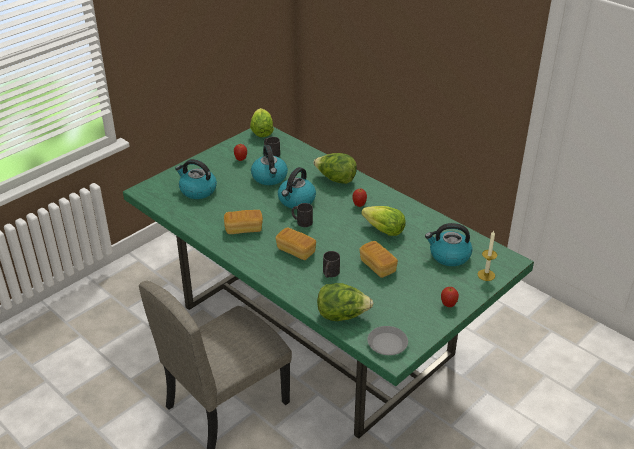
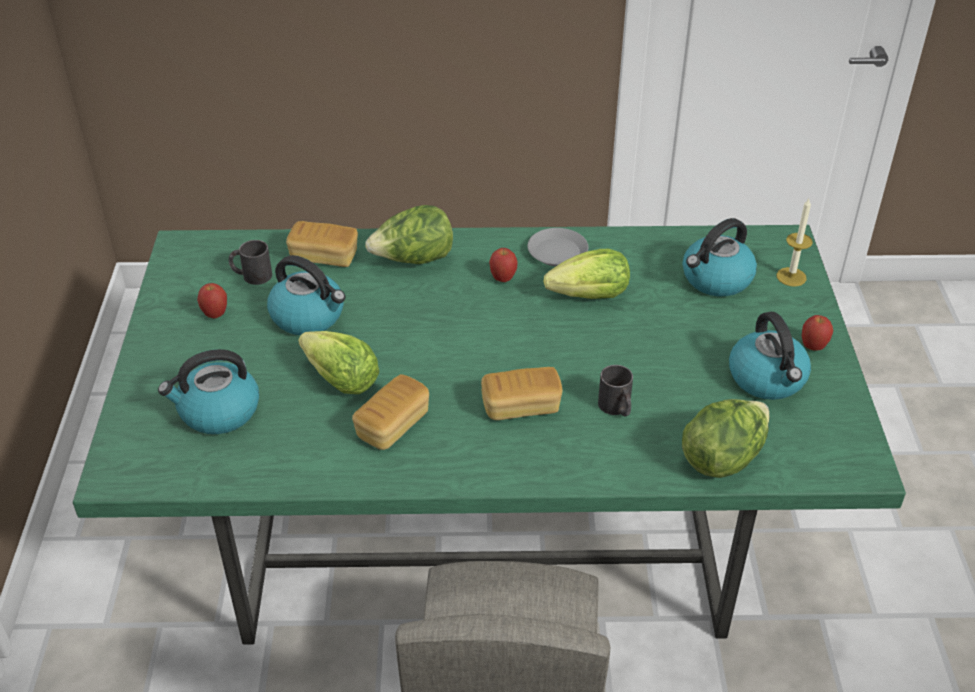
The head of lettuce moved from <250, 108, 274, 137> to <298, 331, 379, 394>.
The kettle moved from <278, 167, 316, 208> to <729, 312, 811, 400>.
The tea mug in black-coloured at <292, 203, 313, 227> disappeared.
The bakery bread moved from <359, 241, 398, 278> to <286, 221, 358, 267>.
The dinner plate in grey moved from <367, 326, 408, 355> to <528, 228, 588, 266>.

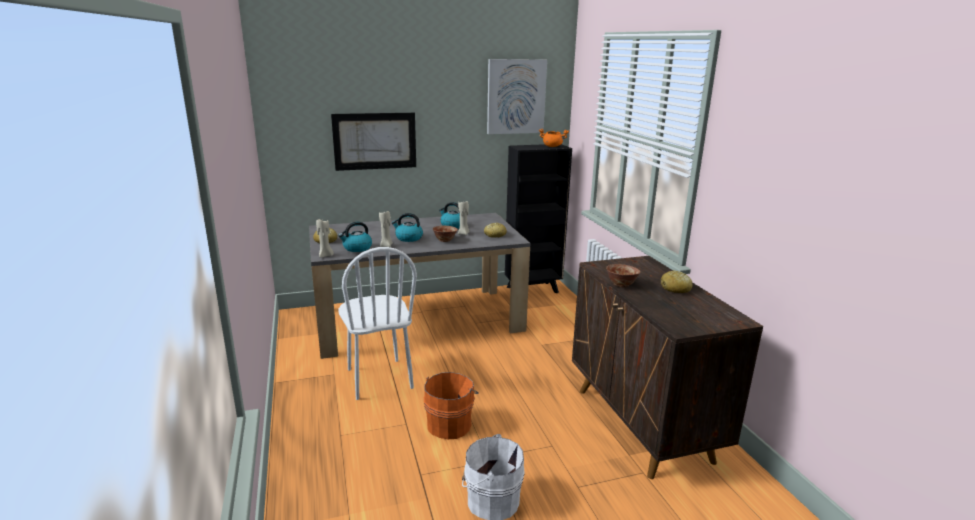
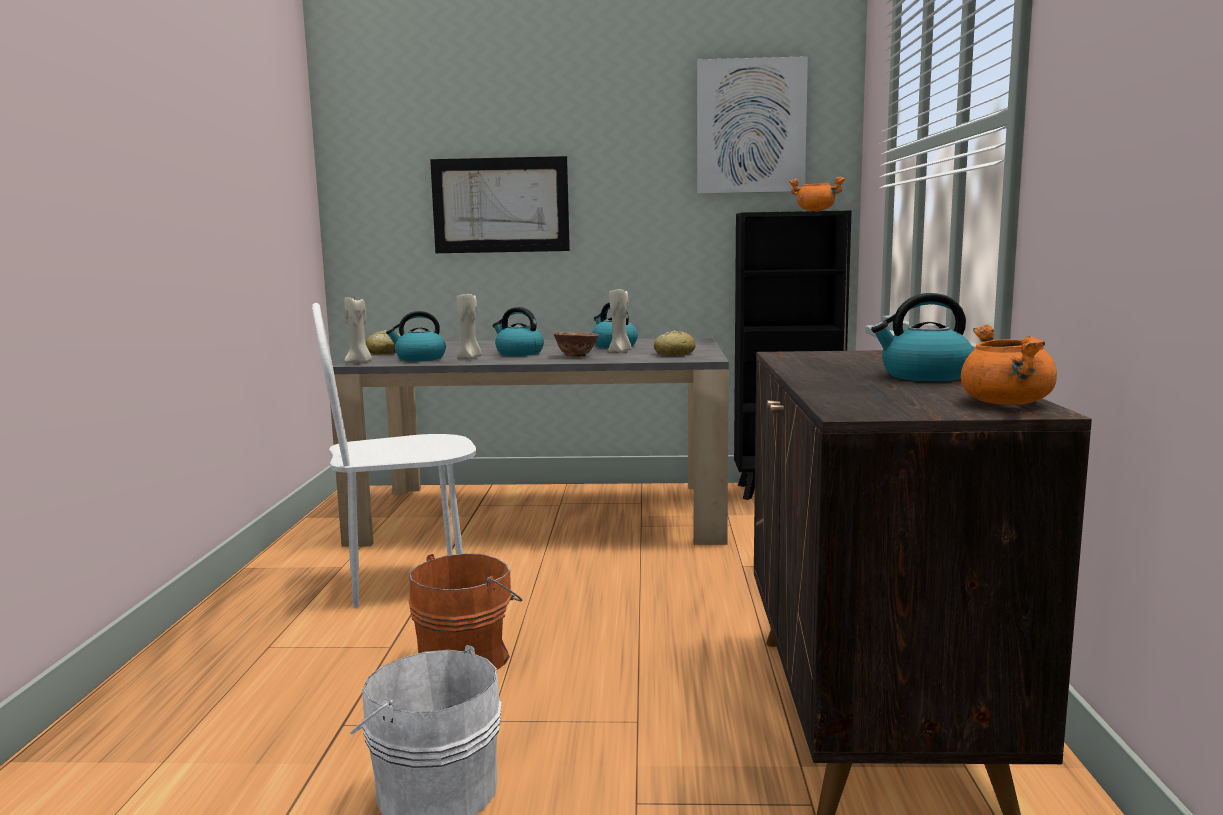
The upright chair in whitish at <338, 247, 417, 400> turned 75 degrees clockwise.
The bowl at <606, 264, 641, 287> disappeared.
The bakery bread at <661, 270, 693, 293> was replaced by the kettle at <871, 293, 973, 381>.
The cooking pot in orange at <961, 325, 1057, 405> appeared.

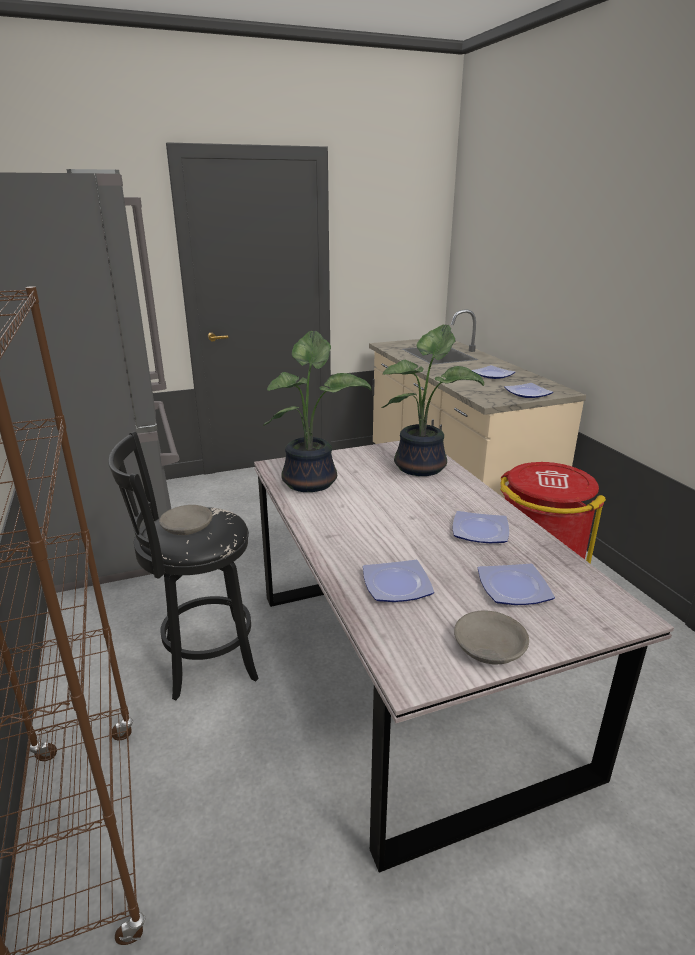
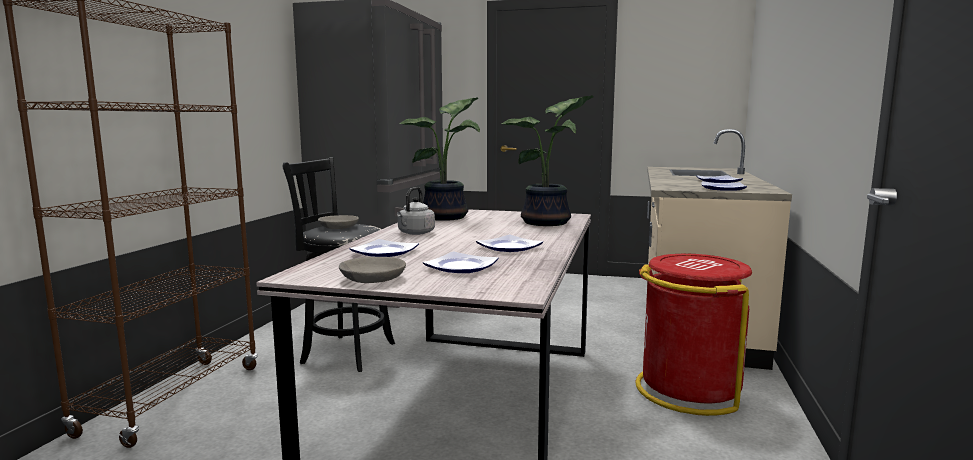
The kettle in grey at <397, 187, 435, 235> appeared.

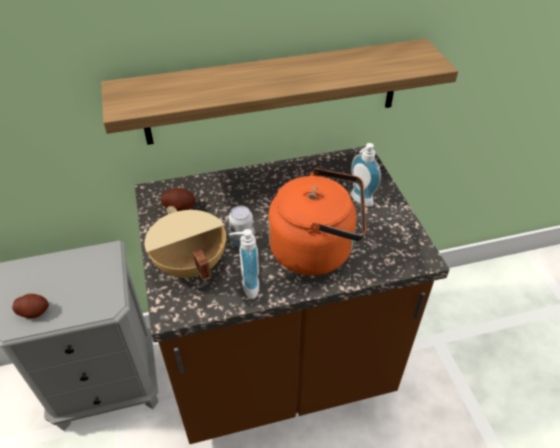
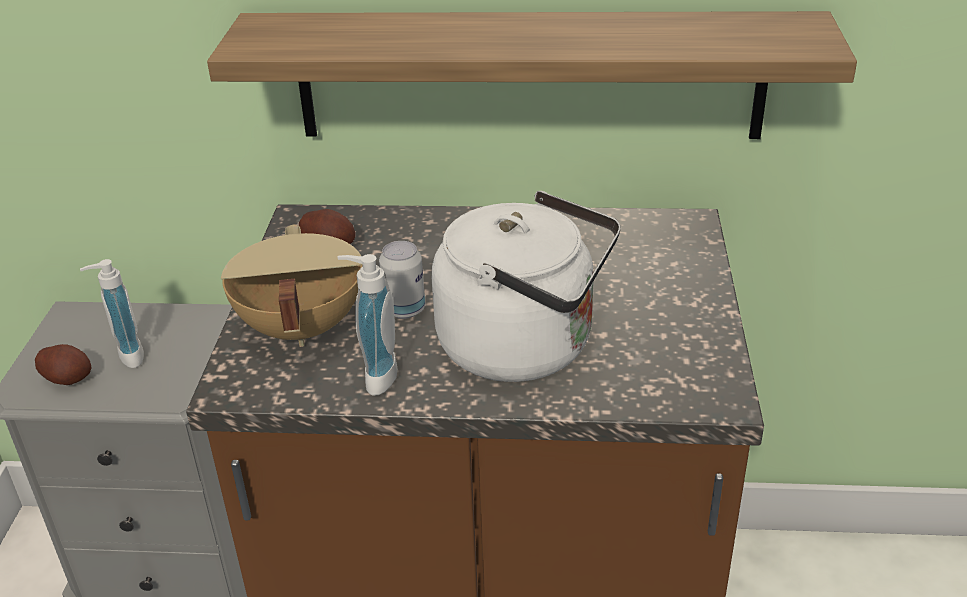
The kettle in orange at <268, 168, 366, 276> became the kettle in whitish at <432, 191, 621, 382>.
The soap bottle moved from <350, 143, 381, 207> to <80, 259, 144, 368>.

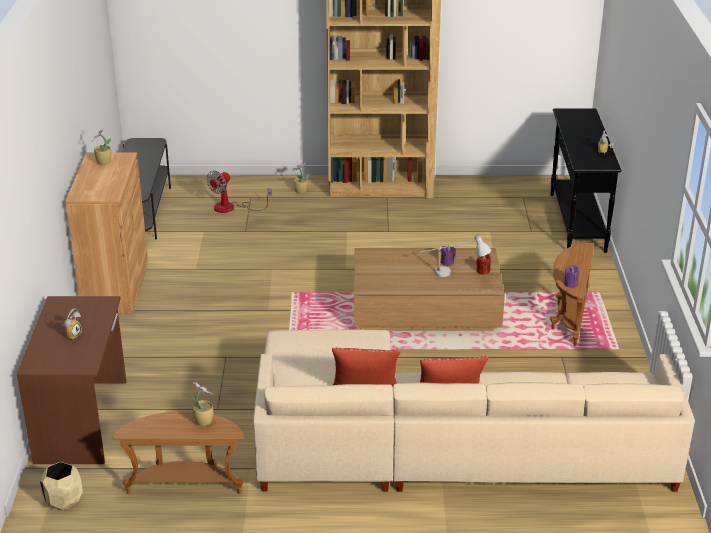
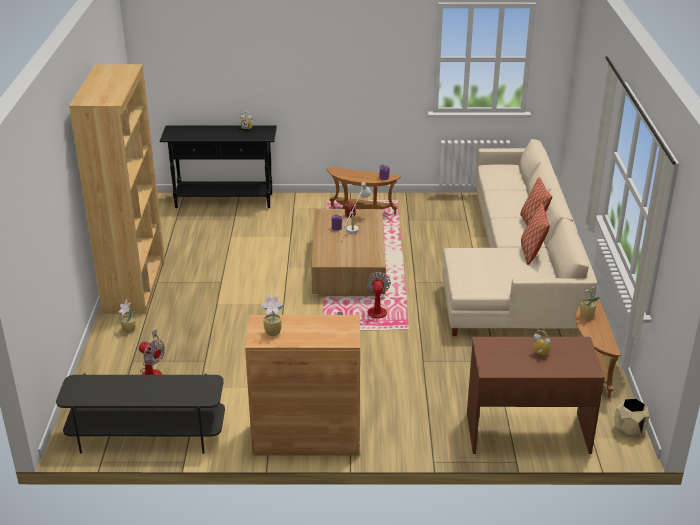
The fan at <338, 272, 391, 325> appeared.

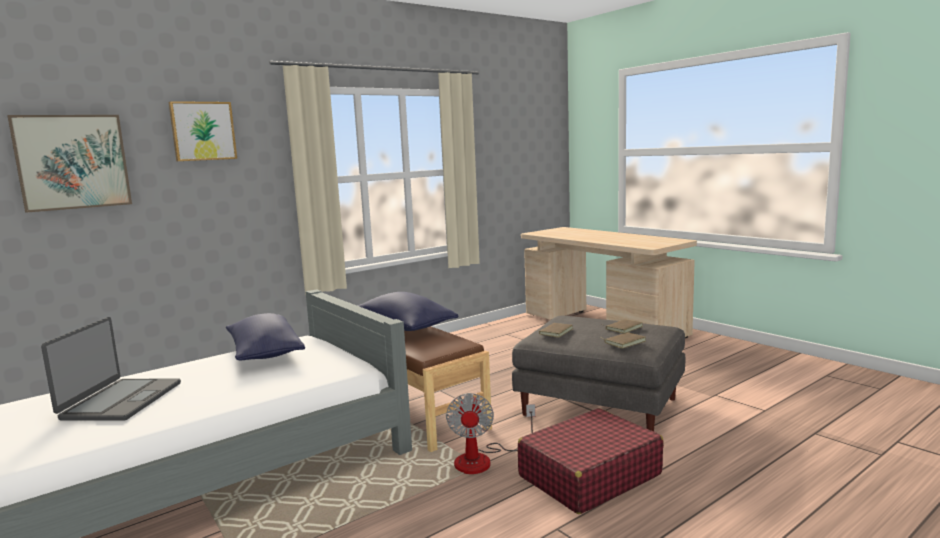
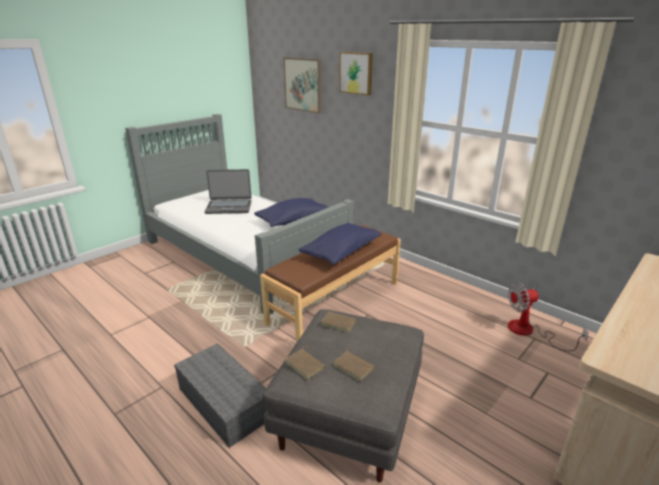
The fan moved from <446, 393, 535, 474> to <508, 282, 589, 351>.
The travel case in red at <518, 408, 664, 514> was replaced by the storage container in grey at <174, 343, 266, 448>.

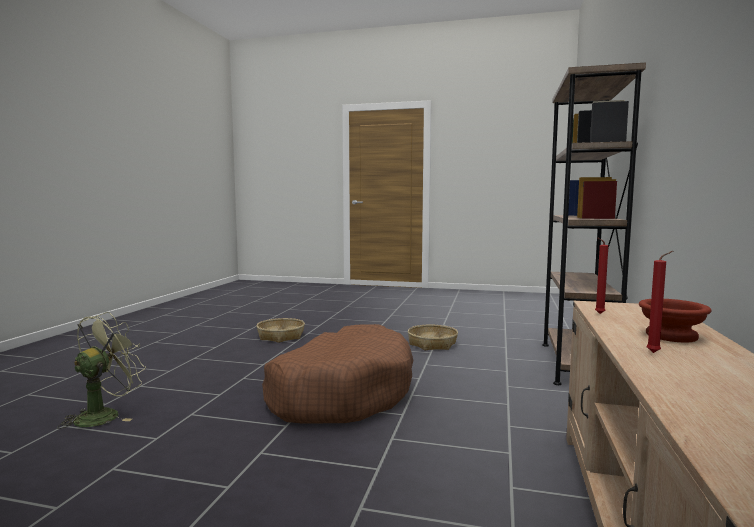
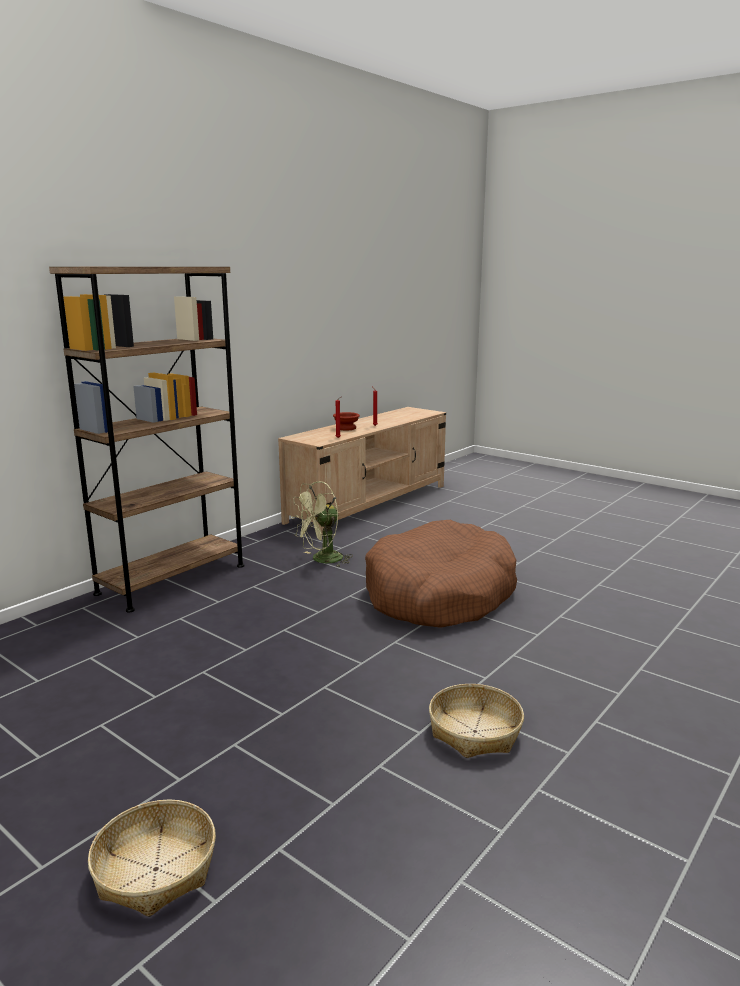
The fan in green moved from <57, 312, 146, 429> to <291, 481, 353, 567>.
The storage basket moved from <408, 325, 458, 350> to <88, 800, 216, 917>.

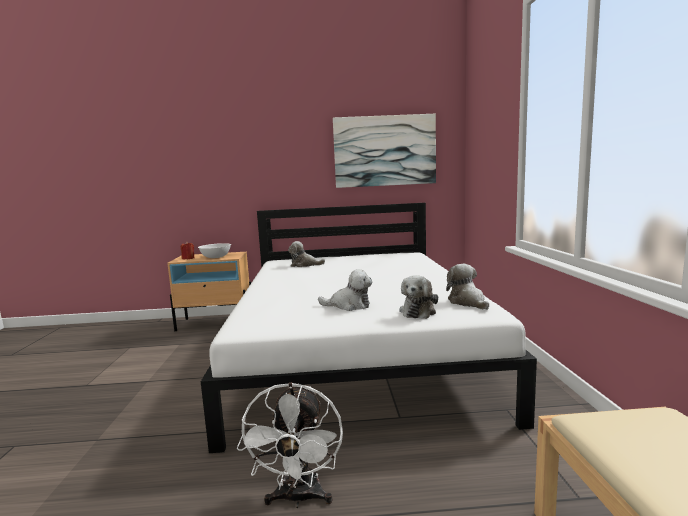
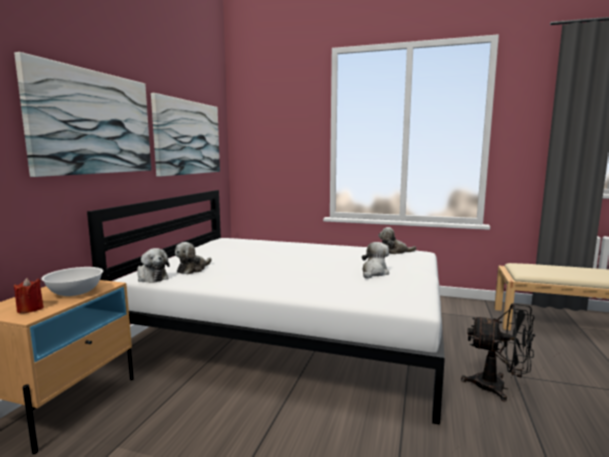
The fan in whitish at <237, 382, 343, 508> became the fan in black-coloured at <461, 303, 535, 402>.
The plush toy moved from <399, 275, 438, 319> to <137, 248, 170, 283>.
The wall art at <14, 52, 151, 177> appeared.

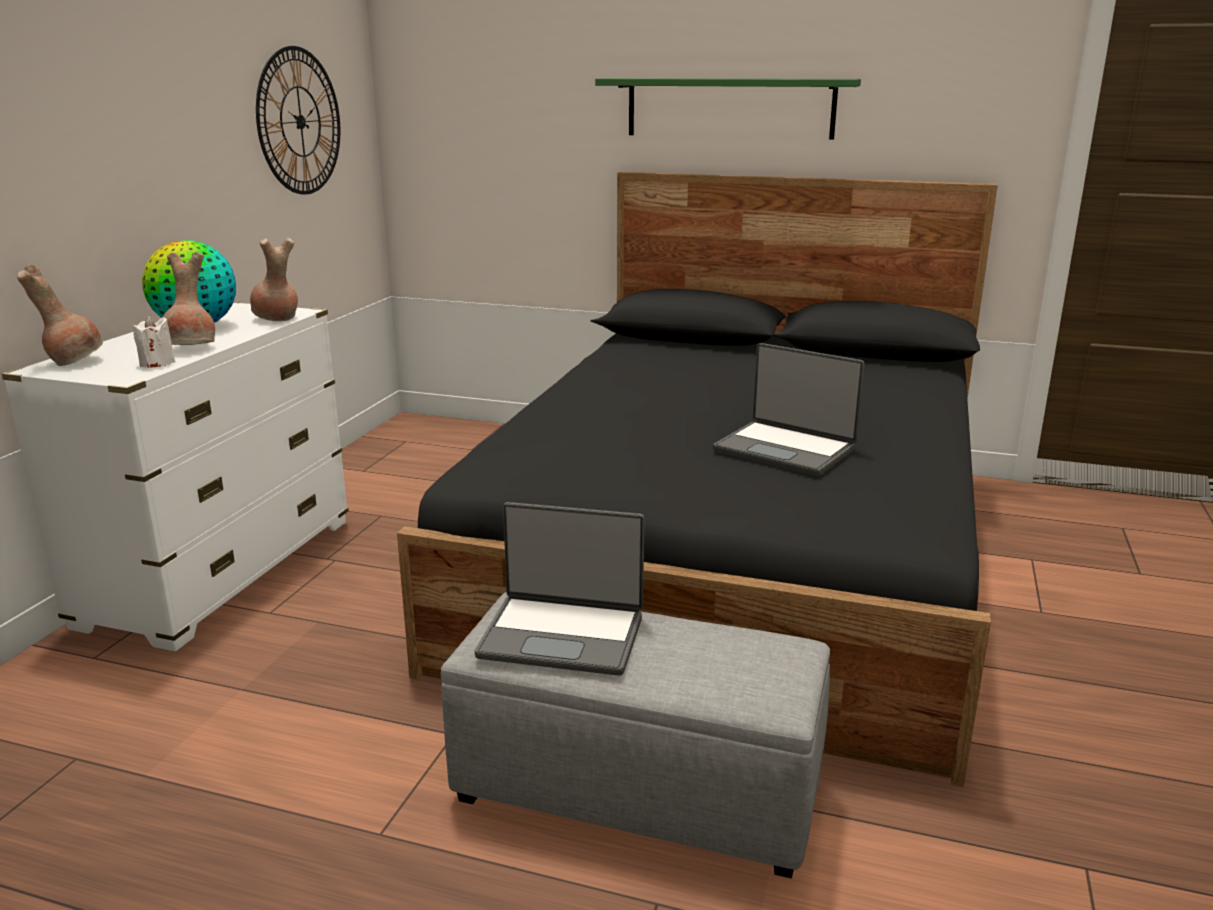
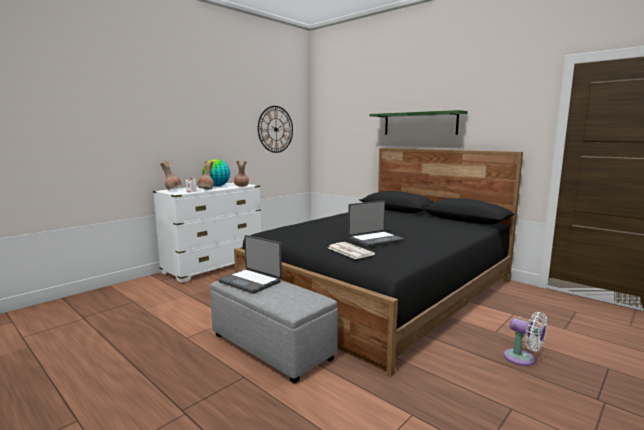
The notebook computer at <713, 343, 865, 476> turned 90 degrees counterclockwise.
The newspaper at <329, 242, 375, 259> appeared.
The fan in whitish at <504, 312, 548, 366> appeared.

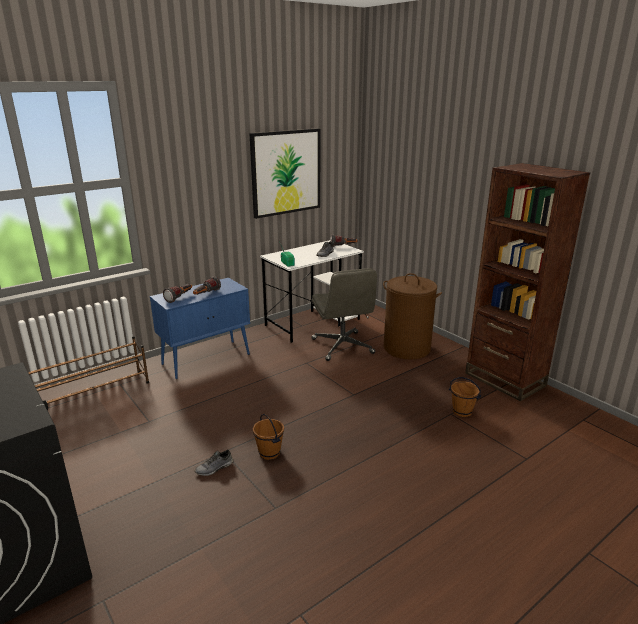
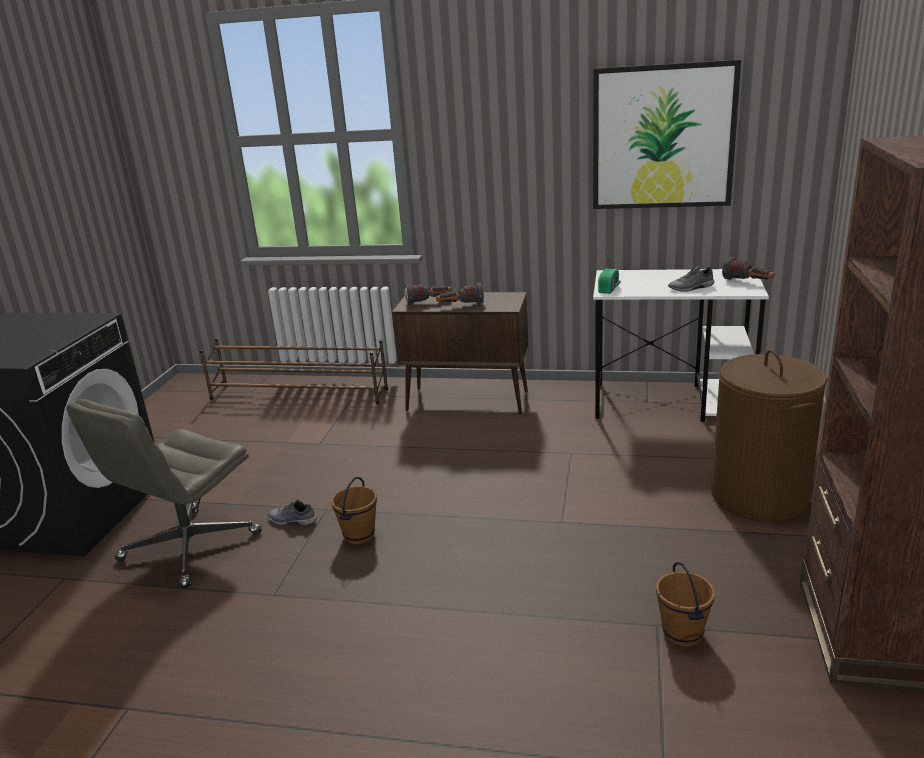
The storage cabinet in bluish at <150, 278, 250, 379> became the storage cabinet in brown-coloured at <392, 292, 528, 414>.
The computer chair in grey moved from <311, 268, 377, 361> to <66, 399, 262, 589>.

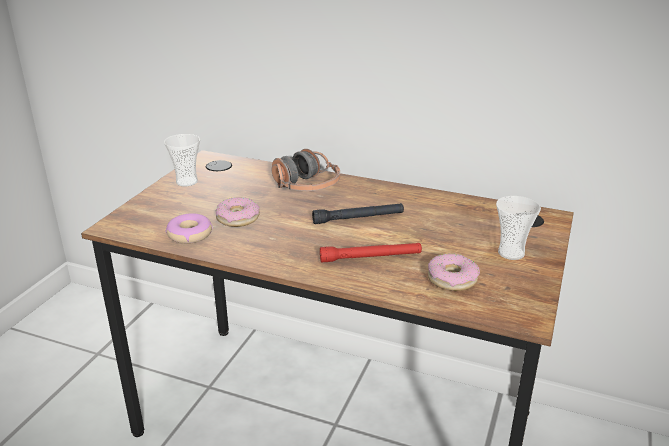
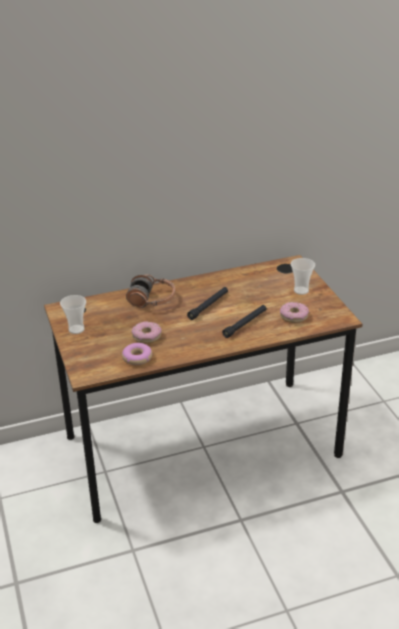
The torch in red at <320, 243, 422, 262> became the torch in black-coloured at <222, 305, 267, 338>.

